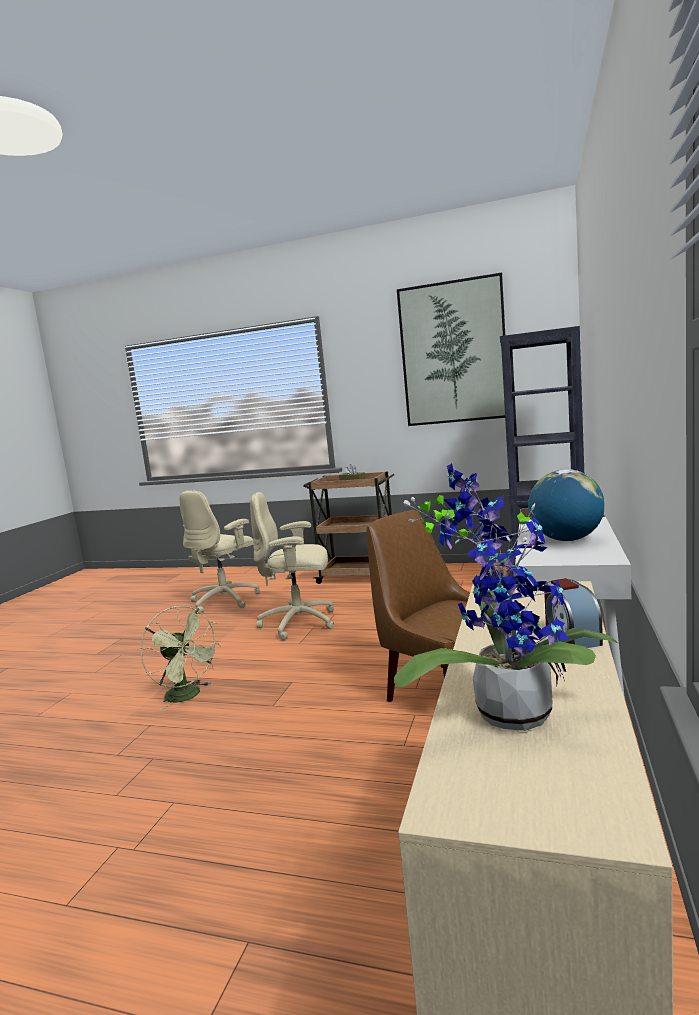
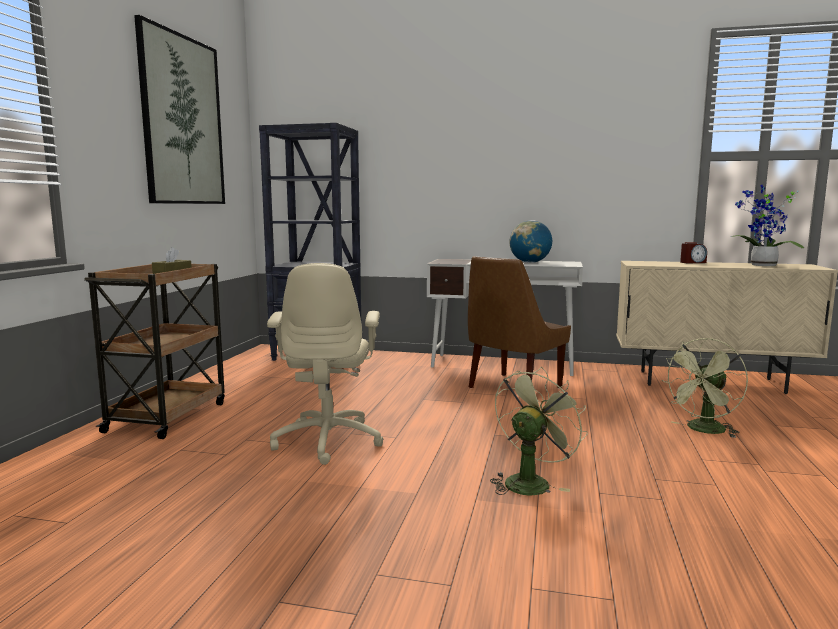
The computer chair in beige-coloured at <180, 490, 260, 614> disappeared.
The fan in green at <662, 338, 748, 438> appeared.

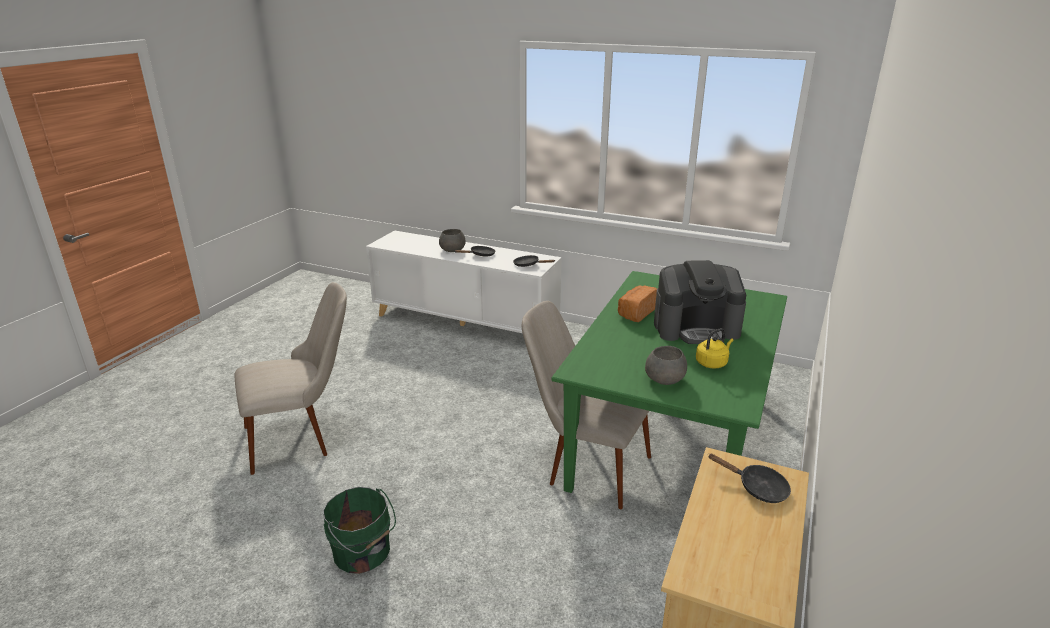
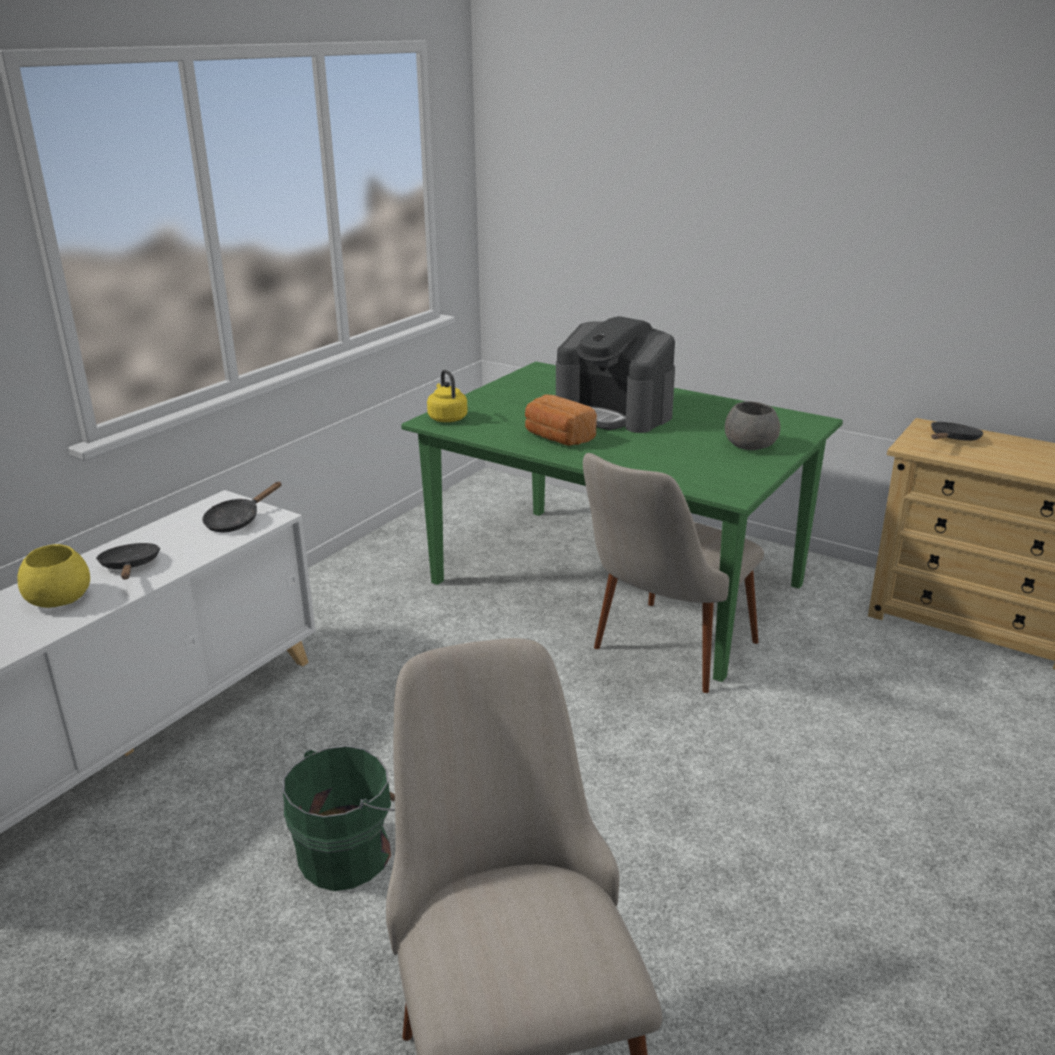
The bucket in green moved from <323, 487, 396, 574> to <283, 745, 395, 891>.
The bowl in grey at <439, 229, 465, 252> became the bowl in yellowish at <17, 544, 90, 608>.
The coffee machine at <654, 260, 746, 344> turned 120 degrees clockwise.
The kettle in yellowish moved from <696, 328, 733, 369> to <427, 370, 468, 422>.

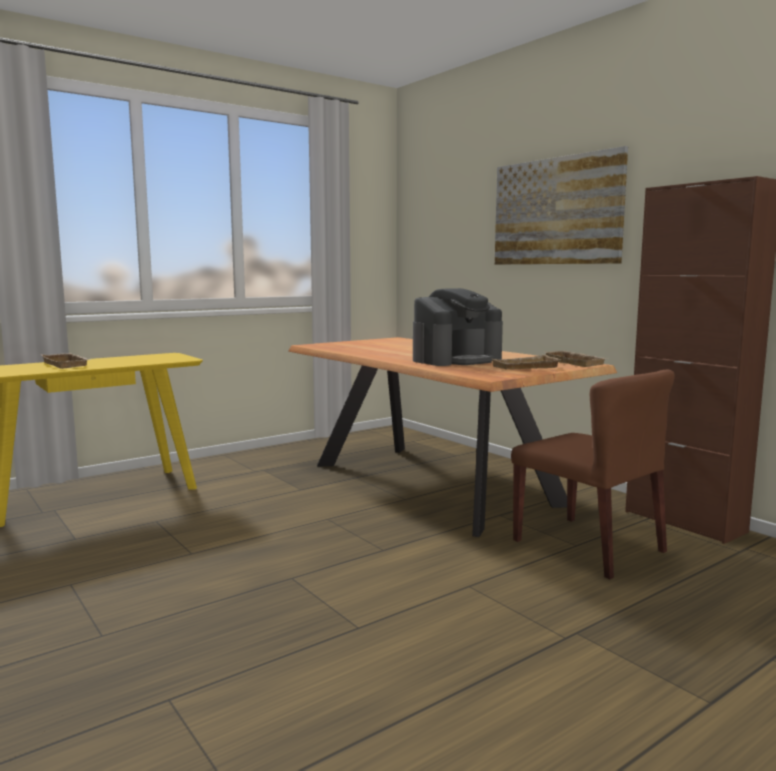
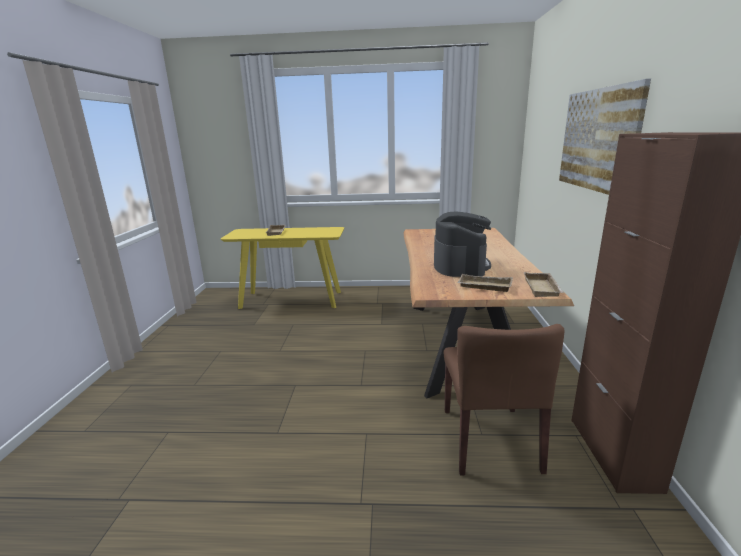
The coffee machine at <413, 288, 503, 366> turned 90 degrees counterclockwise.

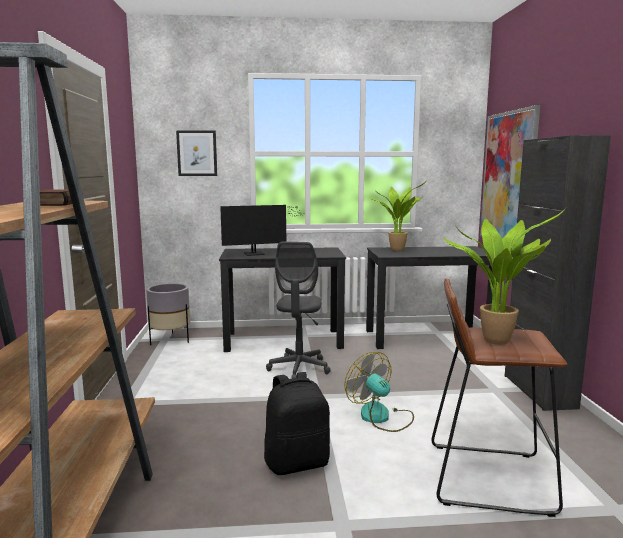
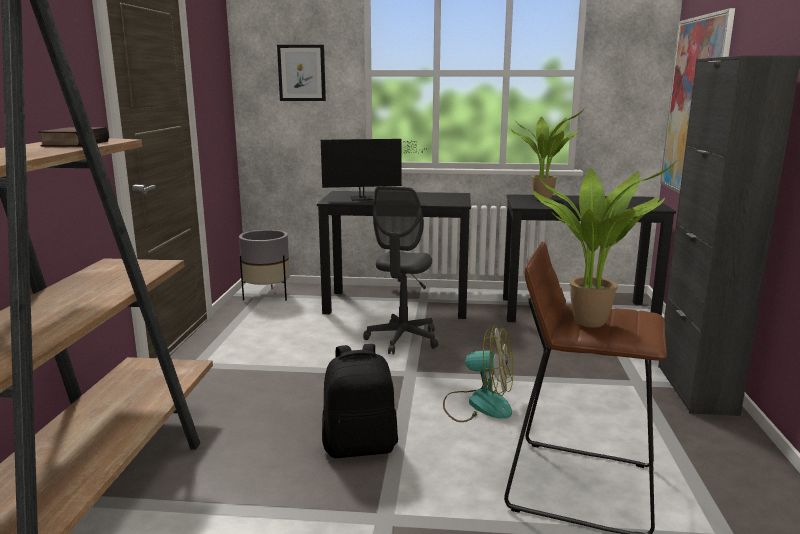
The fan at <344, 352, 414, 432> turned 135 degrees clockwise.

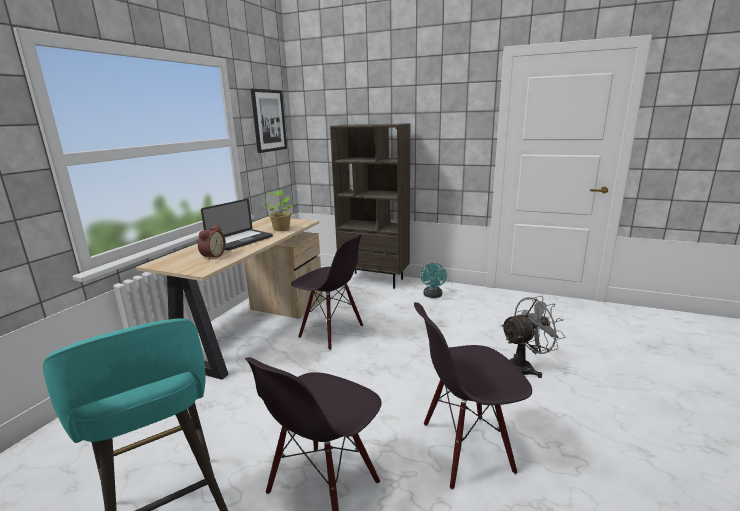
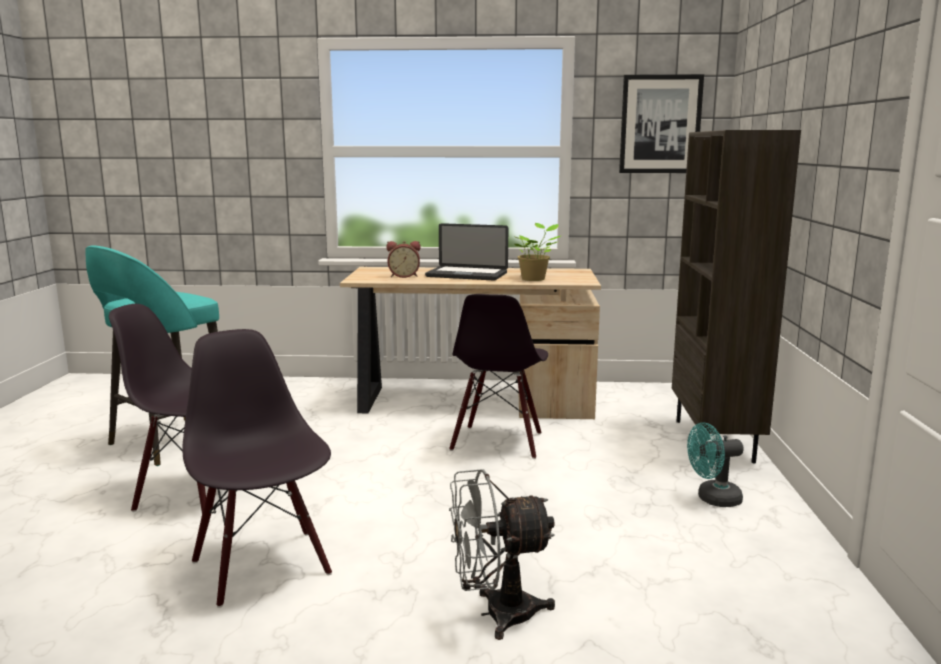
The fan in grey at <501, 296, 565, 378> turned 120 degrees clockwise.

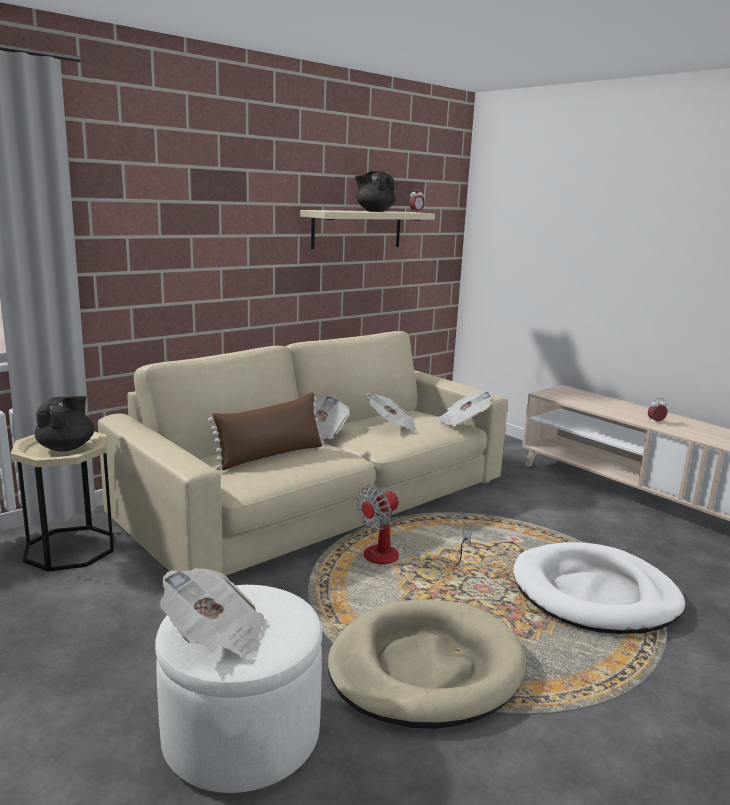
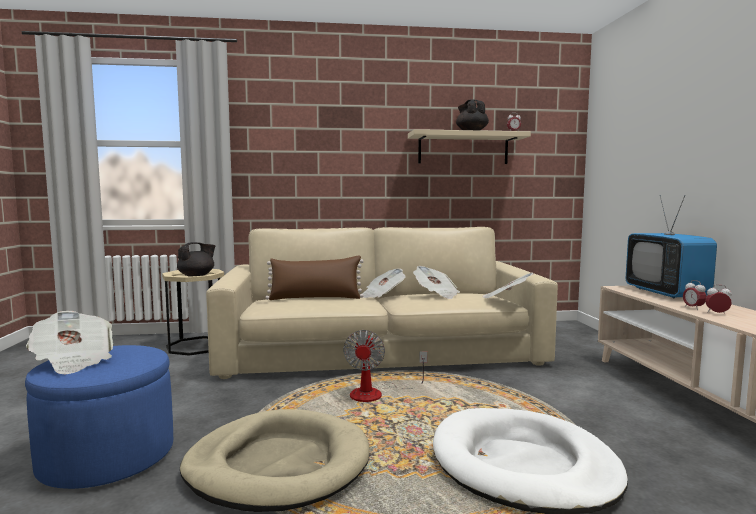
The ottoman in whitish at <155, 585, 322, 793> became the ottoman in bluish at <25, 345, 173, 489>.
The fan at <356, 486, 471, 568> turned 75 degrees counterclockwise.
The TV at <626, 195, 717, 298> appeared.
The bedside clock at <683, 280, 706, 310> appeared.

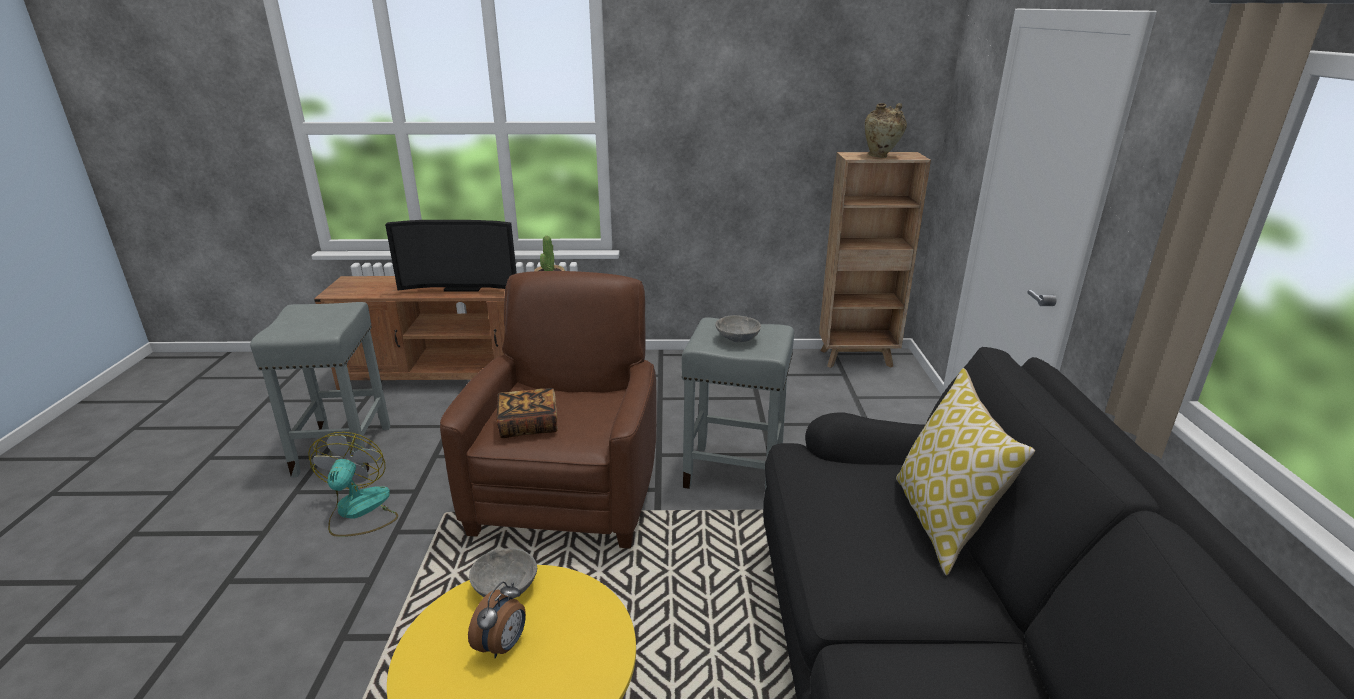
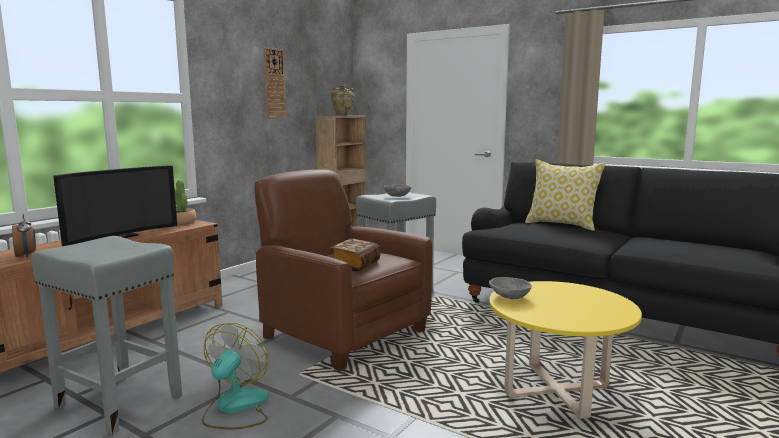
The fan at <308, 432, 398, 537> turned 75 degrees clockwise.
The bedside clock moved from <468, 582, 526, 658> to <12, 214, 36, 257>.
The hanging clock at <264, 47, 286, 118> appeared.

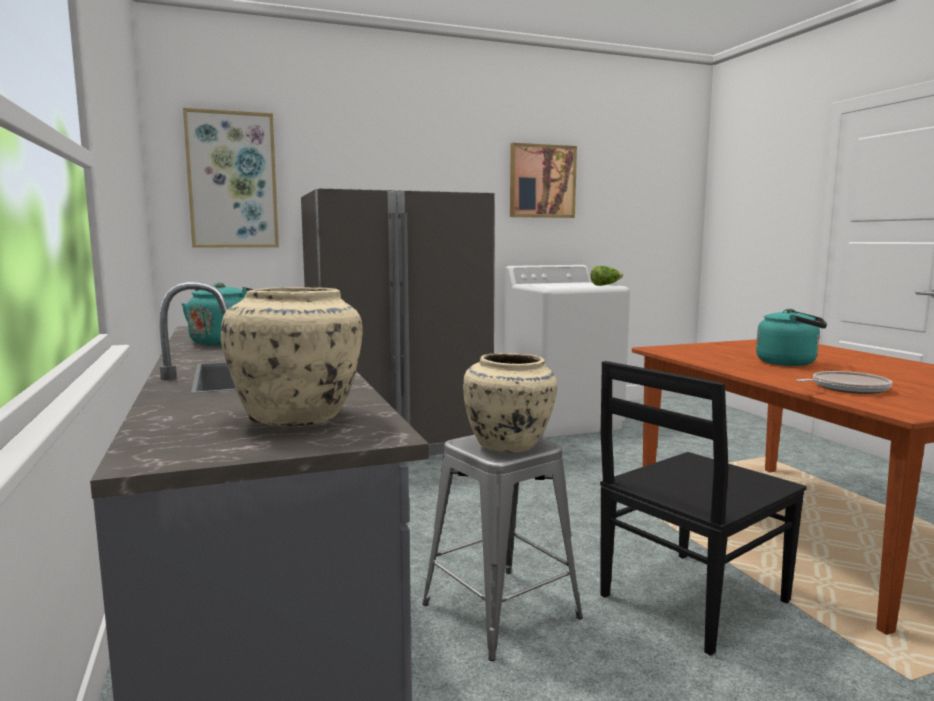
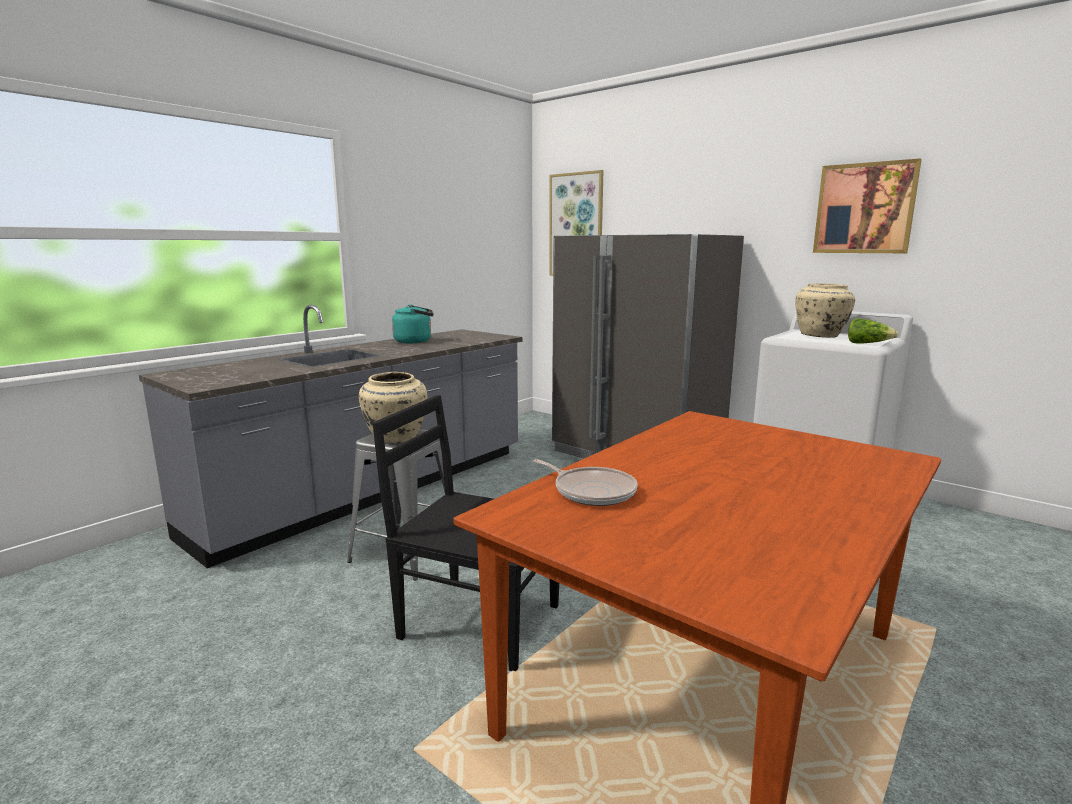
The flower vase in beige-coloured moved from <221, 287, 362, 426> to <795, 283, 855, 338>.
The kettle in turquoise at <756, 309, 827, 366> disappeared.

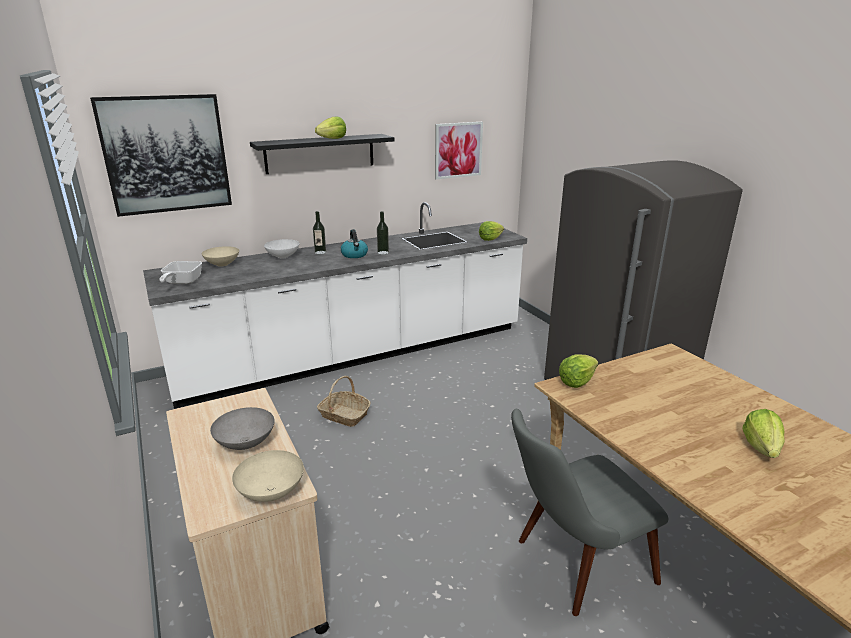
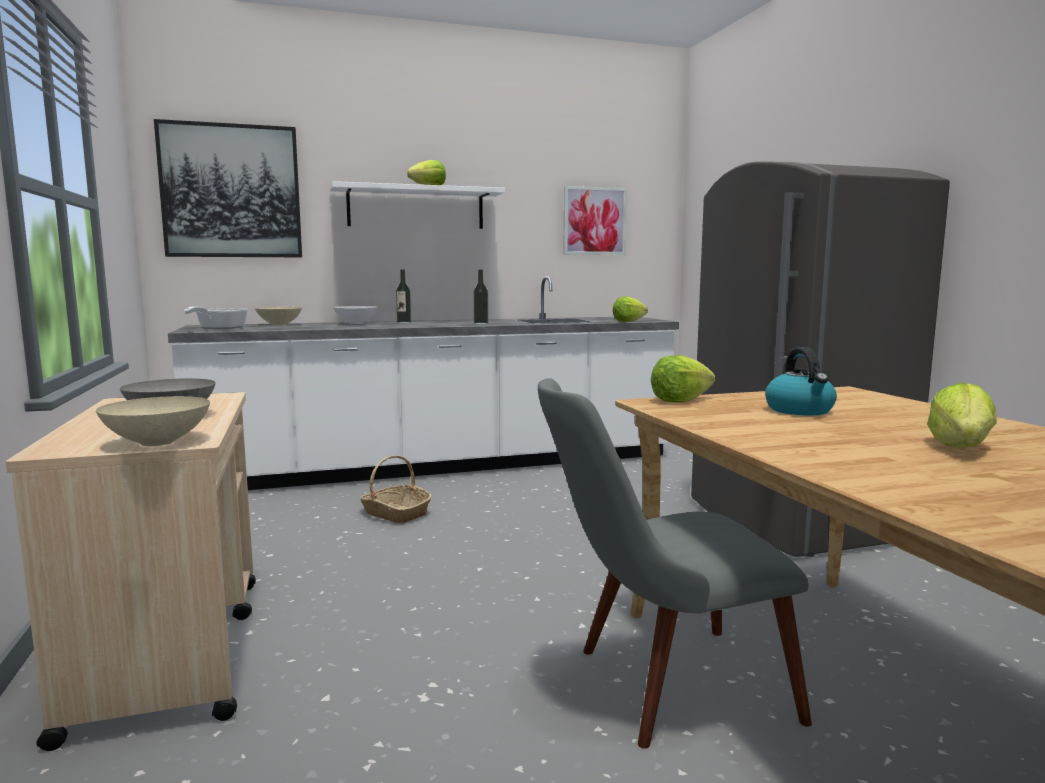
The bracket shelf in black-coloured at <250, 134, 394, 174> became the bracket shelf in whitish at <331, 181, 505, 229>.
The kettle moved from <341, 229, 368, 258> to <765, 347, 837, 416>.

